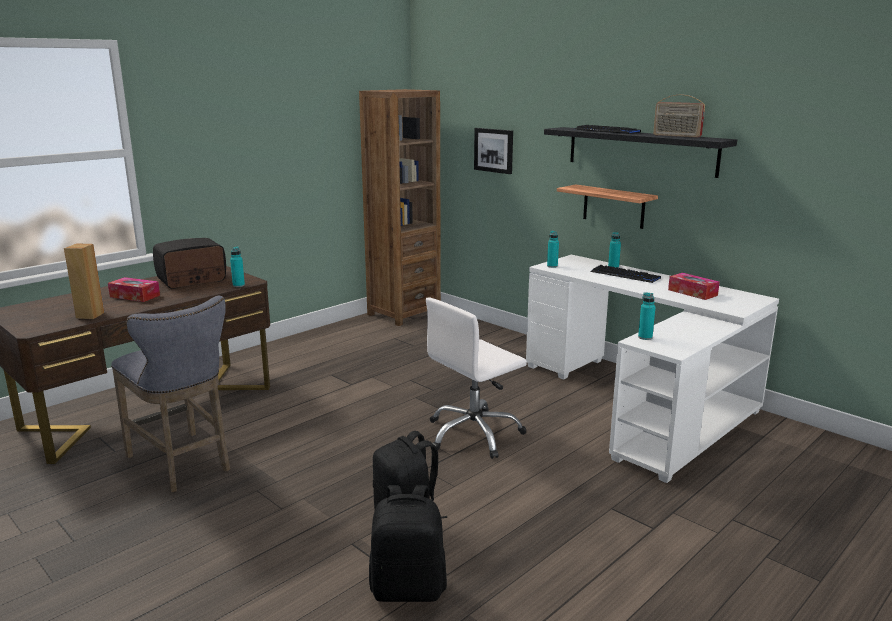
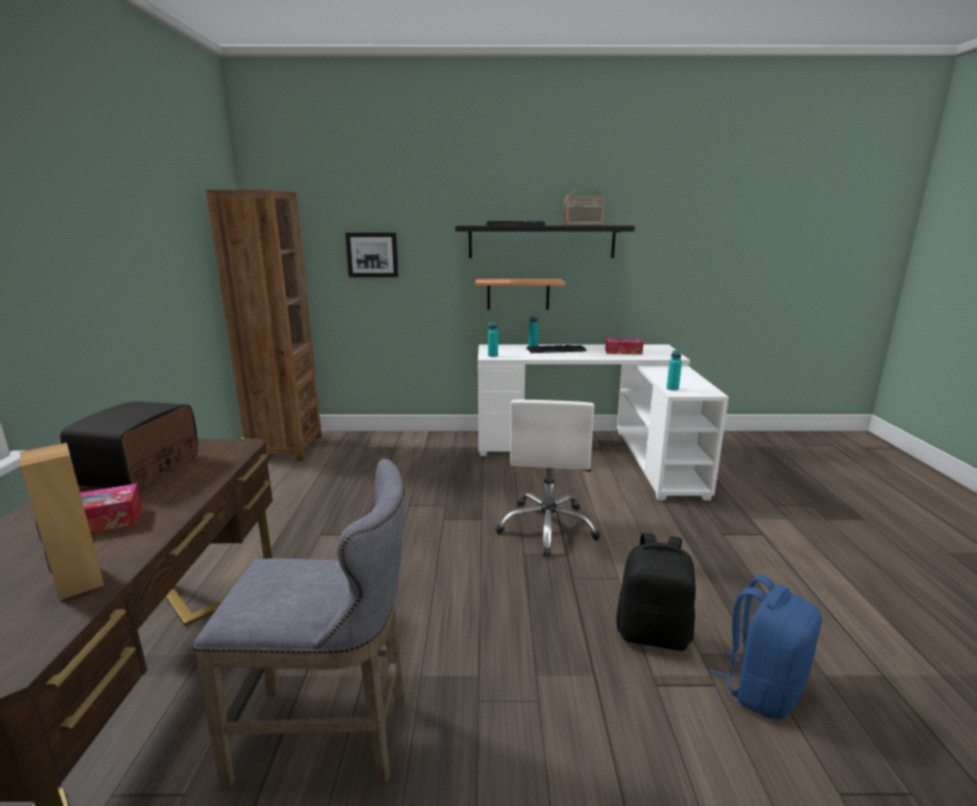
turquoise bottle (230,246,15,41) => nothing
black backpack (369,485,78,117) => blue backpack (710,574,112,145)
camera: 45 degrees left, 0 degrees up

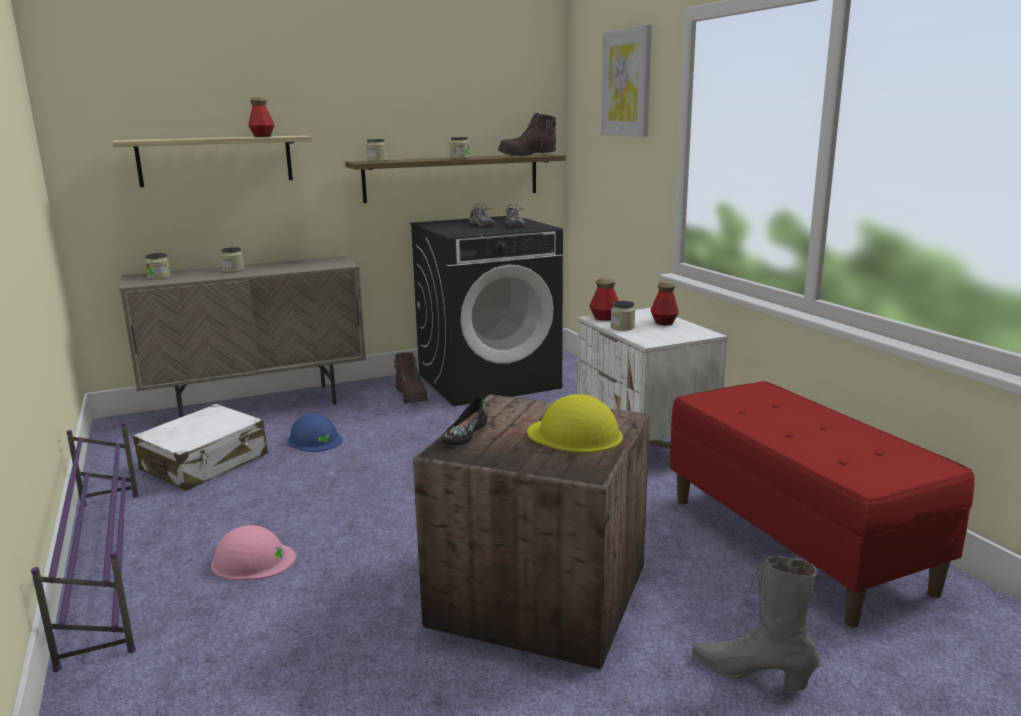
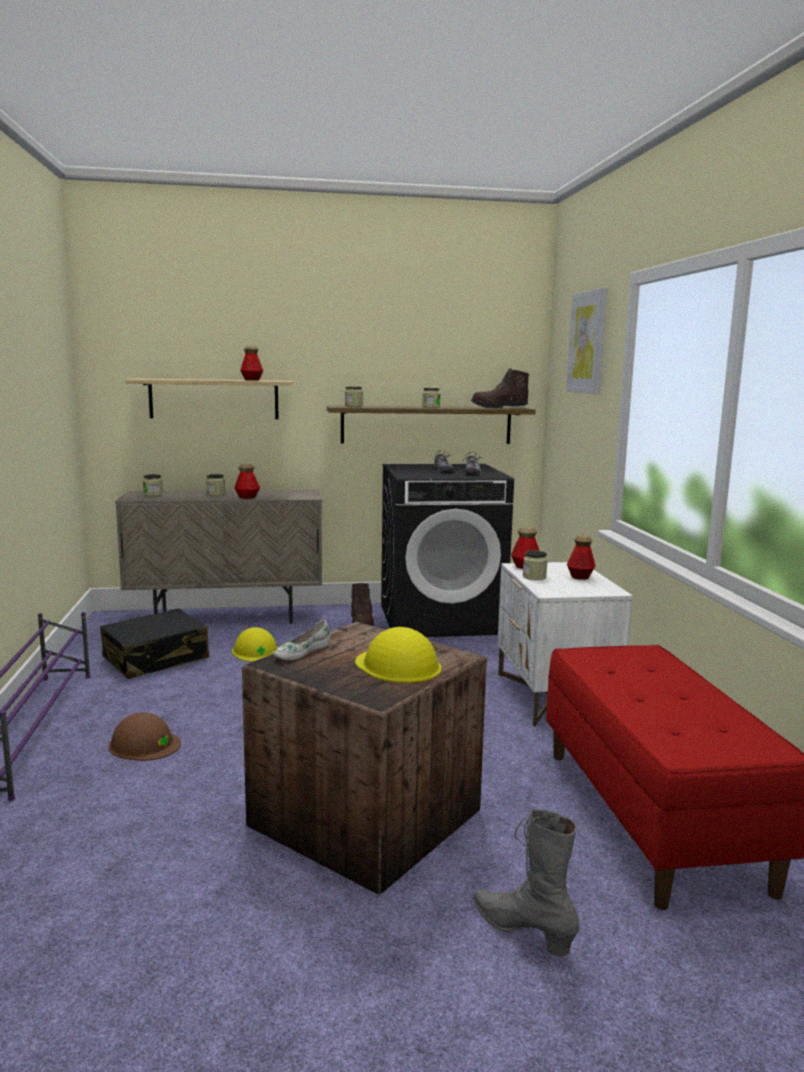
nothing => bottle (234,464,26,35)
white suitcase (133,404,135,87) => black suitcase (100,608,109,71)
pink hard hat (211,525,85,55) => brown hard hat (108,712,73,49)
blue hard hat (288,413,55,39) => yellow hard hat (232,627,46,35)
black shoe (442,397,45,48) => white shoe (273,620,57,40)
camera: 15 degrees right, 5 degrees down

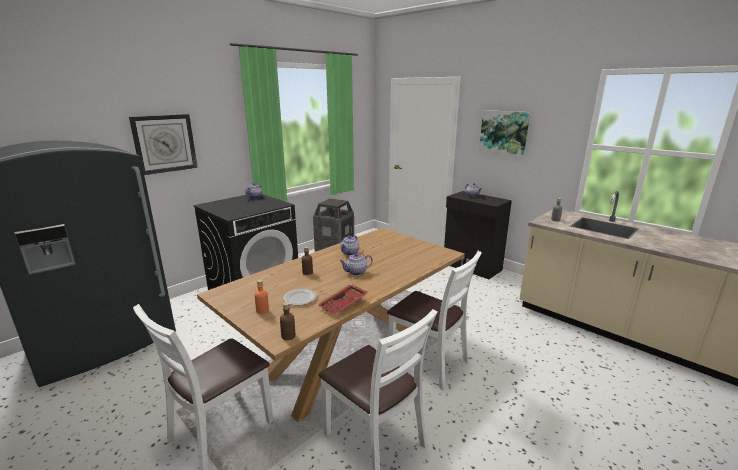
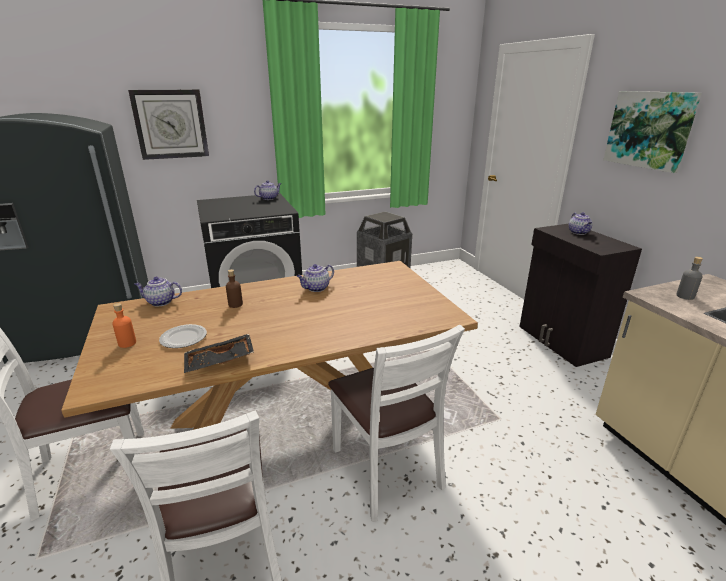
brown bottle (280,302,15,38) => nothing
teapot (340,253,33,22) => teapot (134,277,48,29), move
red tray (317,284,52,30) => black tray (184,334,70,39)
camera: 25 degrees right, 5 degrees up

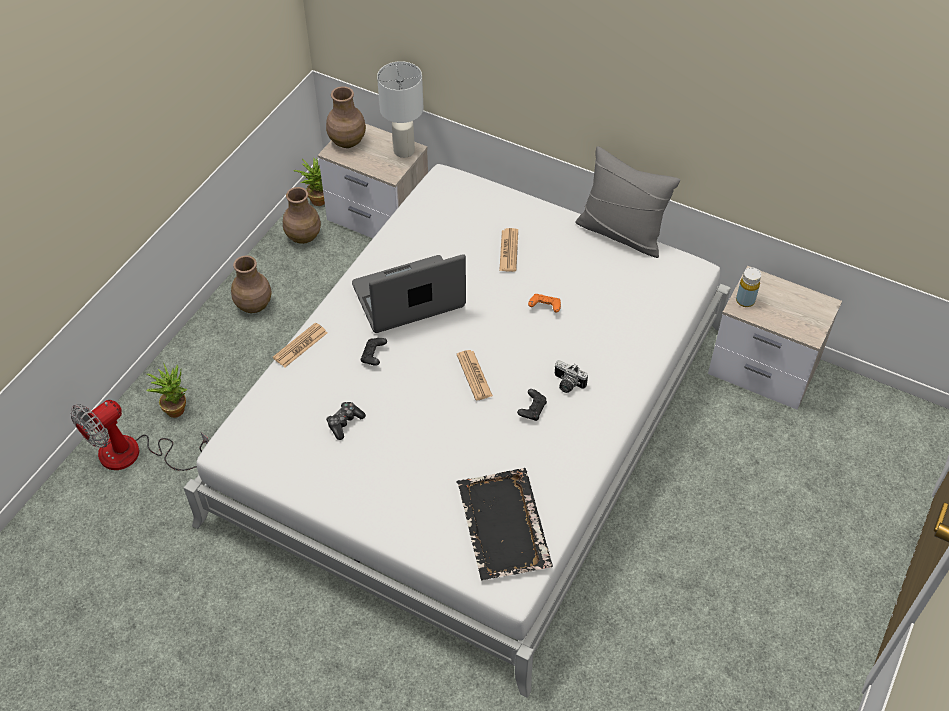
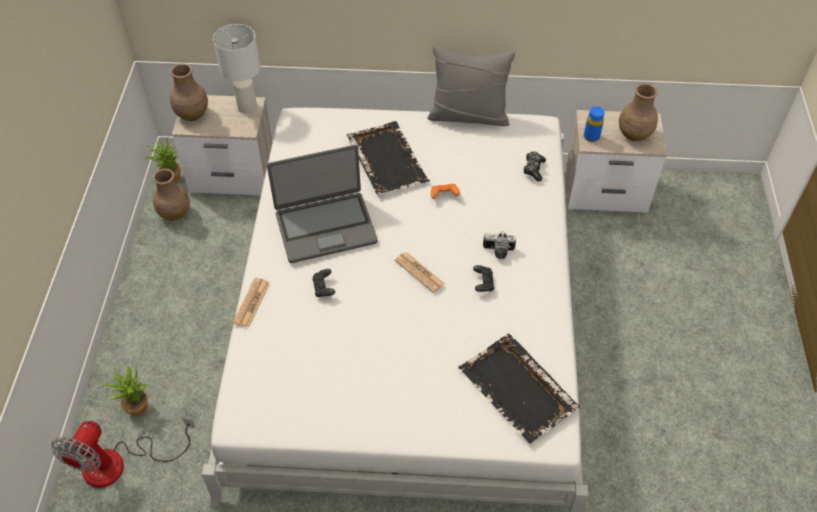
brown vase (231,256,40,57) => brown vase (619,83,39,58), move
game controller (326,402,40,38) => game controller (523,151,23,30), move
newspaper (499,228,19,44) => black tray (346,121,84,74)
yellow bottle (736,267,25,40) => blue bottle (584,106,21,36)
laptop (352,254,114,79) => laptop (267,145,111,118), 150 degrees counterclockwise
camera: 25 degrees left, 0 degrees up

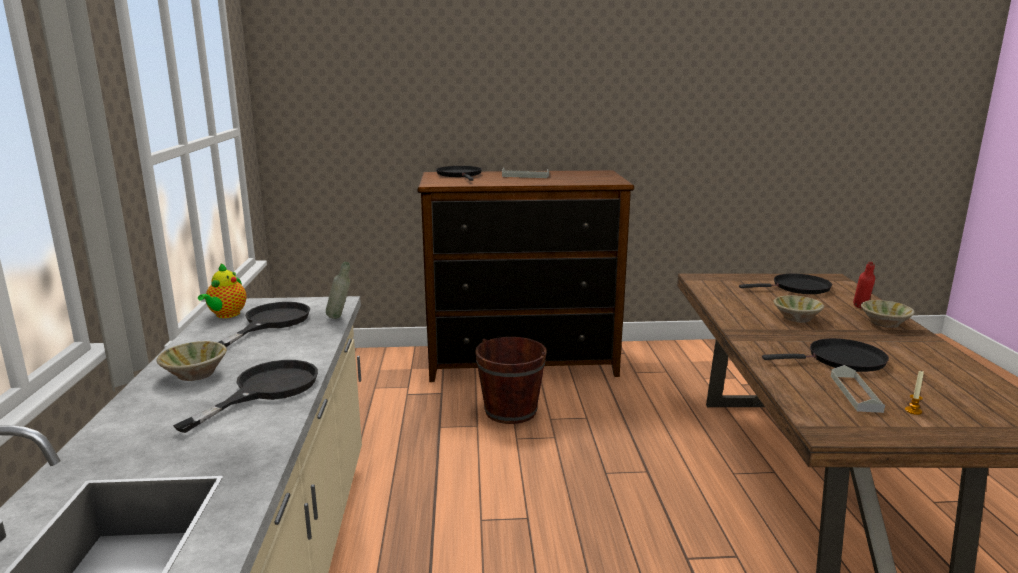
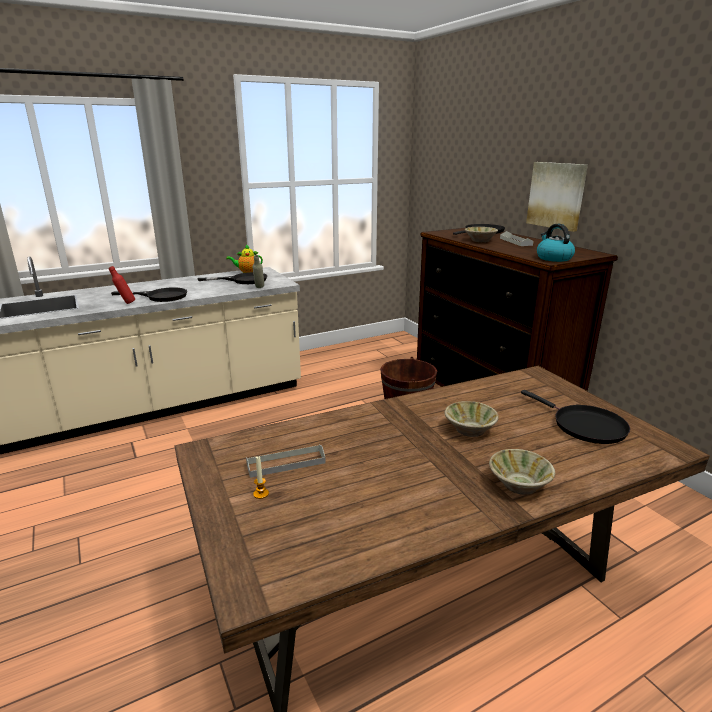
black frying pan (762,338,127,34) => nothing
nothing => picture (526,162,62,70)
nothing => kettle (537,224,38,38)
beige bowl (157,341,70,40) => beige bowl (465,227,33,15), move
red bottle (853,262,22,46) => red bottle (109,266,26,38), move
camera: 65 degrees right, 5 degrees up

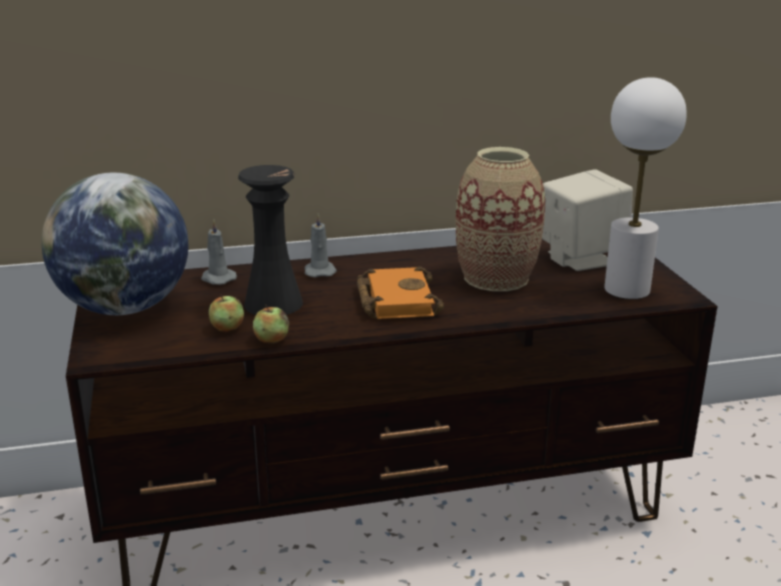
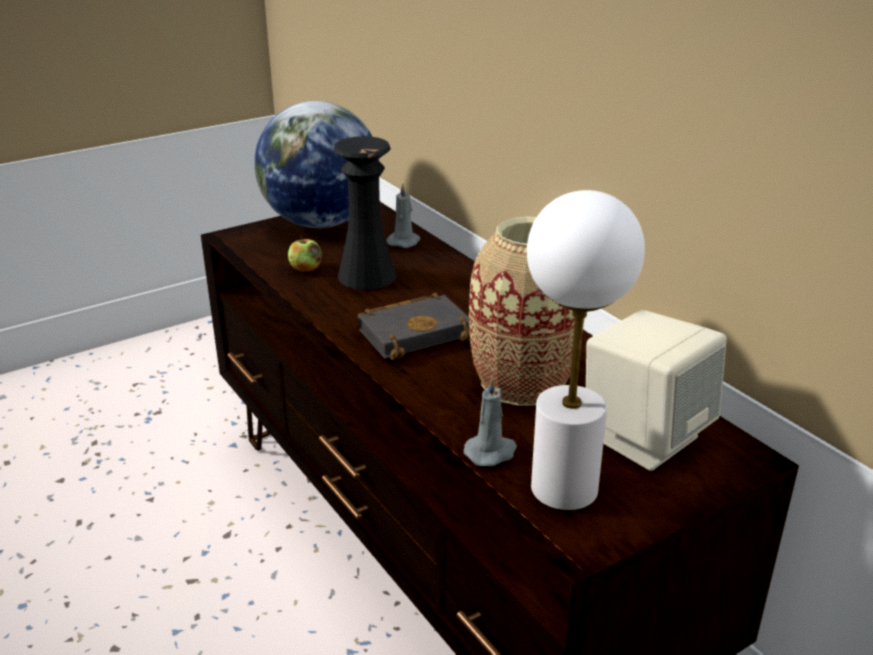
apple (253,304,36,39) => nothing
grey candle (304,213,33,64) => grey candle (464,375,53,91), move
orange book (357,266,87,53) => black book (358,292,112,68)
camera: 70 degrees right, 5 degrees up

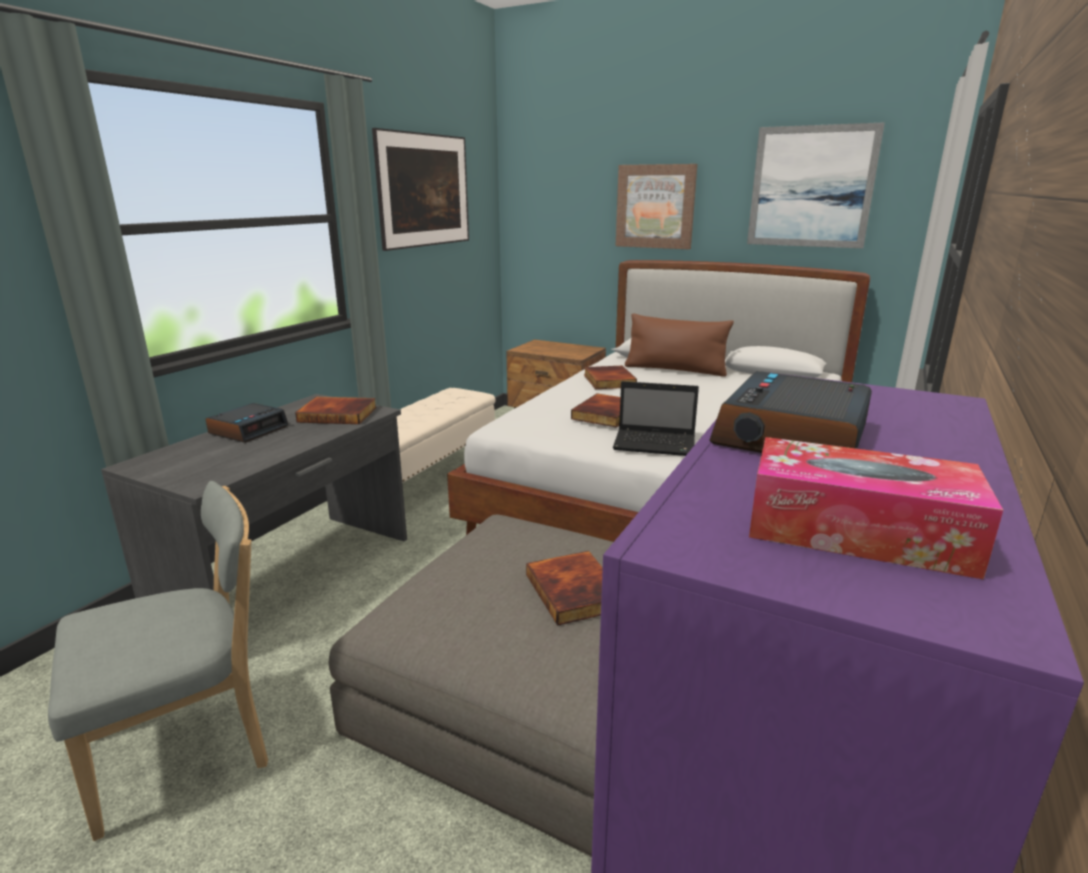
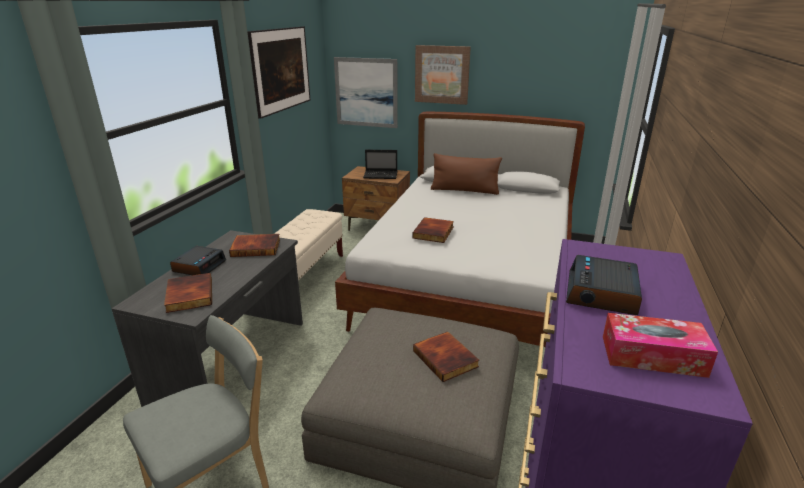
book (584,365,53,24) => book (164,273,48,40), move
laptop (613,381,86,75) => laptop (363,150,34,29), move
picture (747,123,138,125) => picture (334,57,64,71), move
camera: 10 degrees left, 5 degrees up

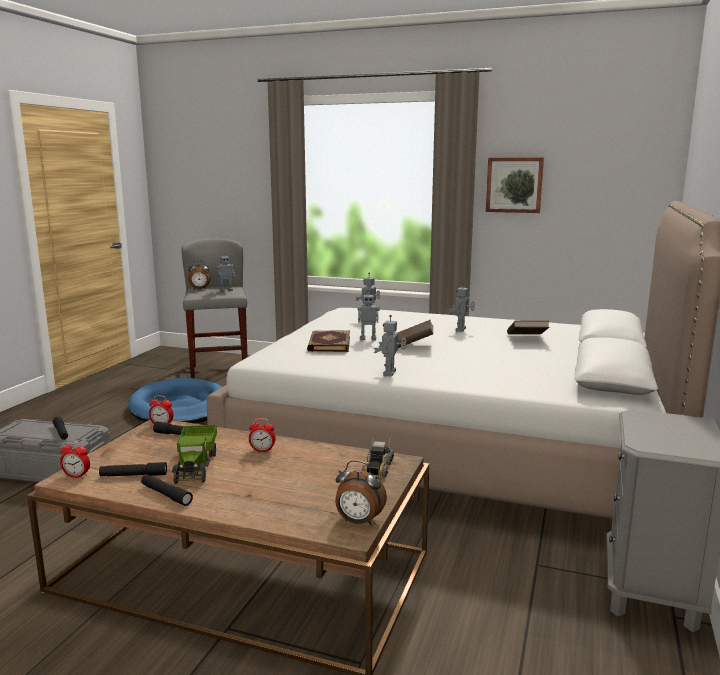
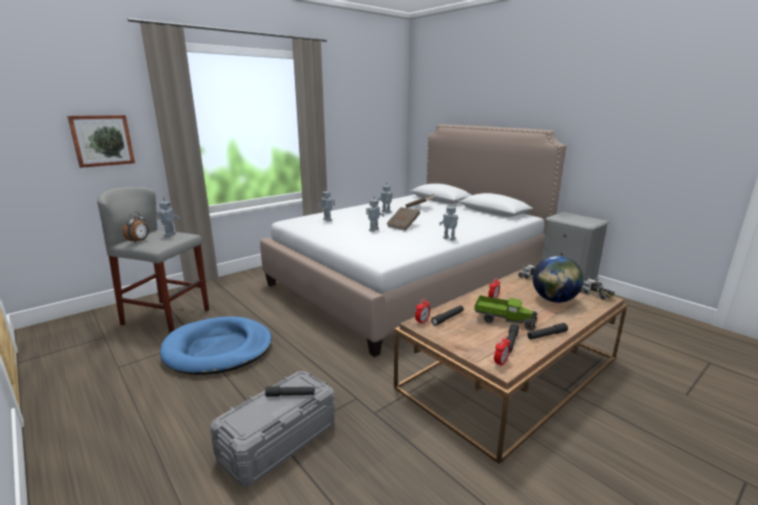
book (307,330,43,22) => nothing
nothing => globe (533,256,51,47)
picture (486,158,58,55) => picture (67,115,68,53), move
alarm clock (335,460,52,65) => toy truck (580,277,35,23)
camera: 60 degrees left, 5 degrees up

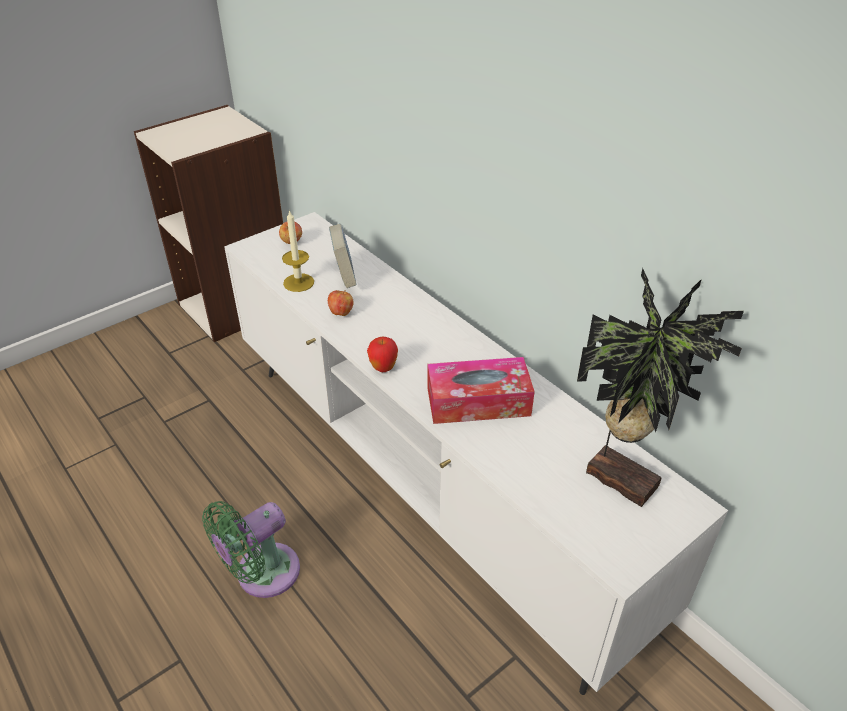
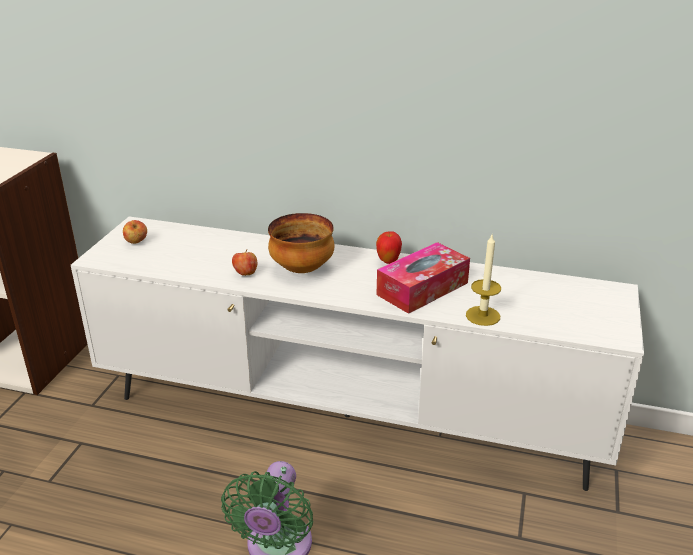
book (329,224,28,64) => nothing
potted plant (577,268,167,239) => nothing
nothing => bowl (268,213,67,60)
candle (282,210,32,82) => candle (466,235,35,91), move
apple (367,337,31,35) => apple (376,231,26,33), move
camera: 35 degrees left, 10 degrees down

